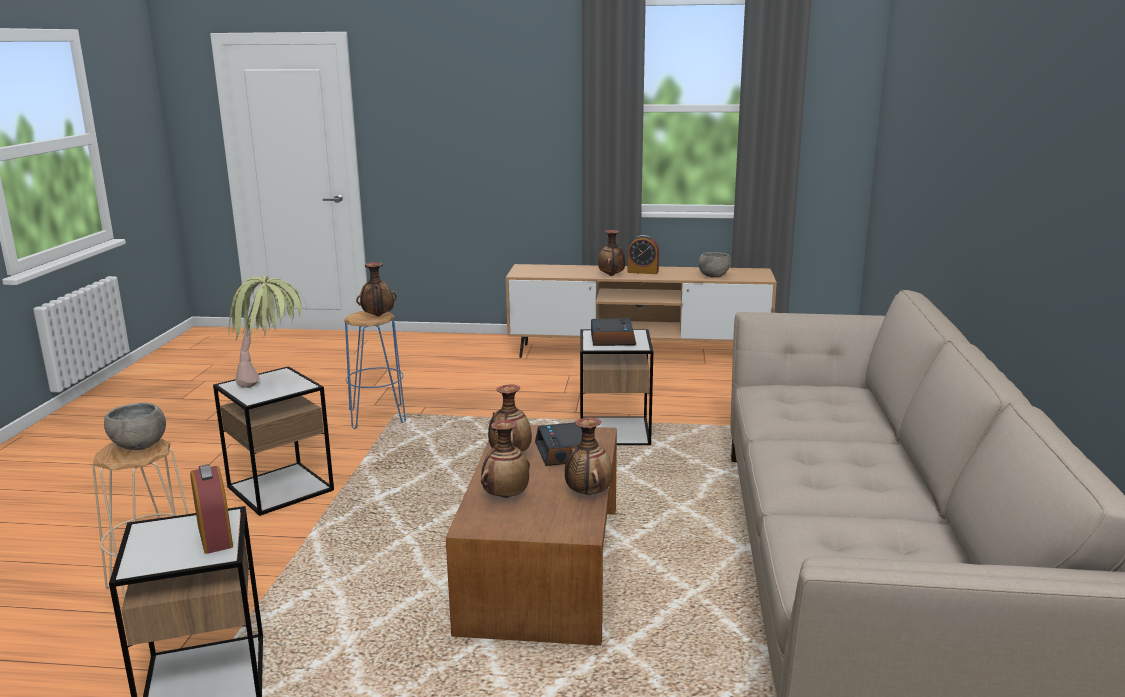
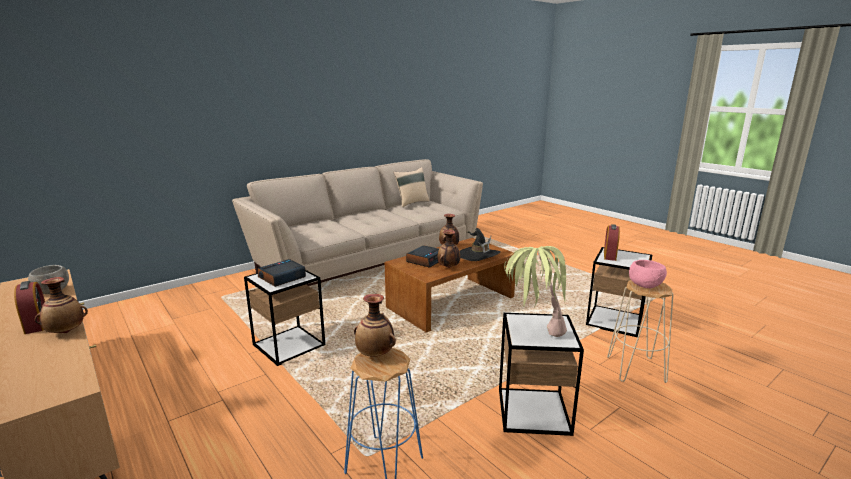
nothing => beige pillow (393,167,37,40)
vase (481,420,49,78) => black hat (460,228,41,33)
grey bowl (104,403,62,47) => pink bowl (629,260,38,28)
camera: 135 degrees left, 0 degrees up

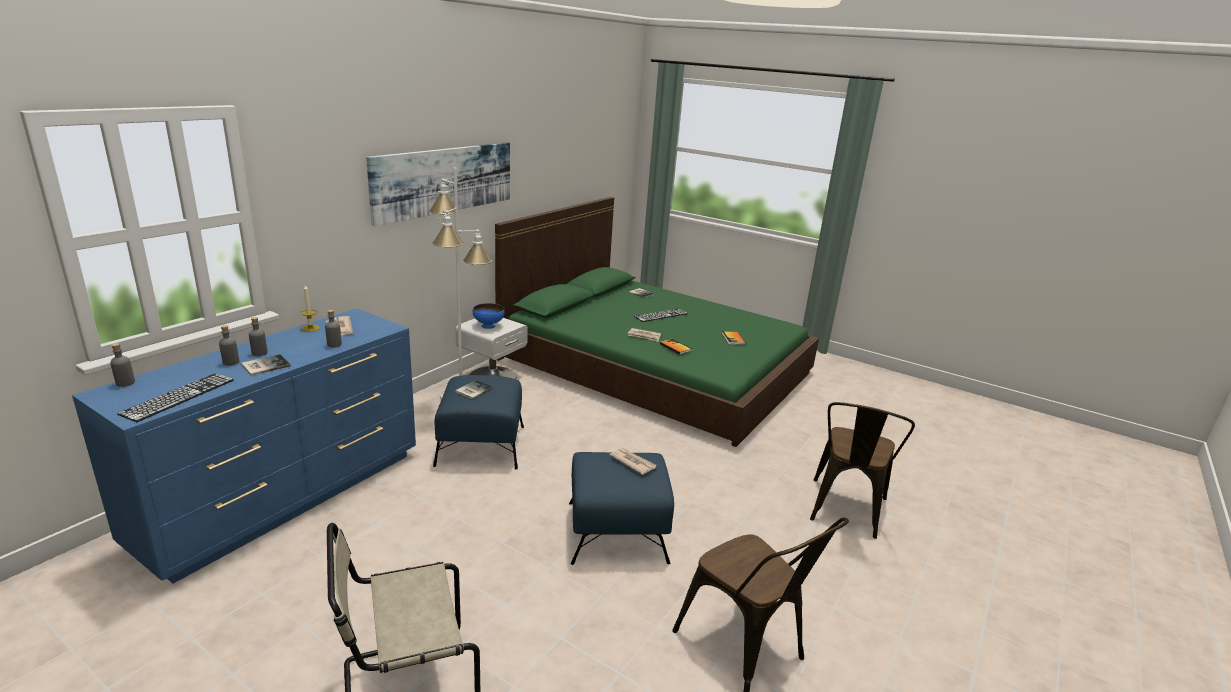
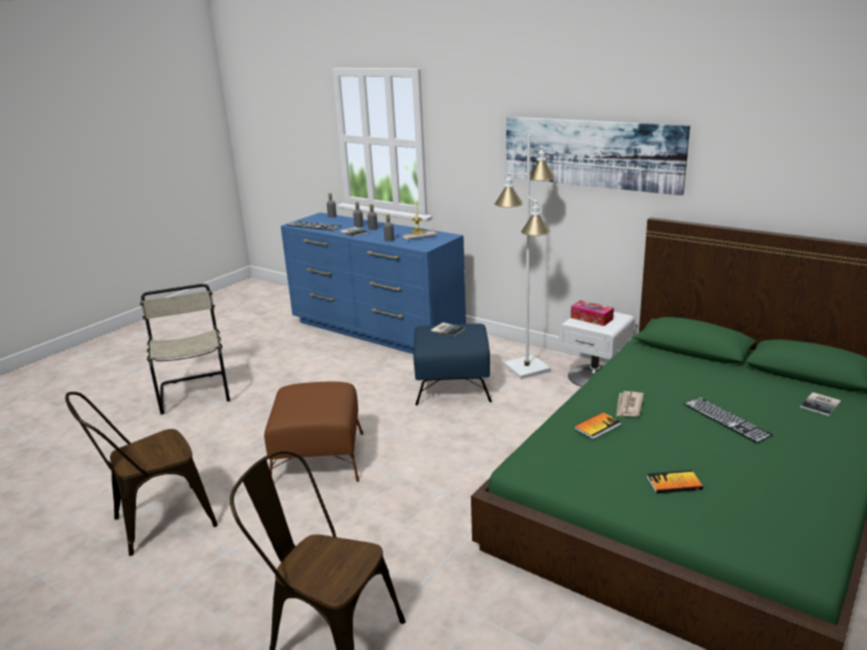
newspaper (610,448,47,27) => nothing
blue bowl (473,303,32,26) => tissue box (571,300,43,26)
blue ottoman (569,452,105,113) => brown ottoman (264,382,99,100)
camera: 95 degrees right, 0 degrees up

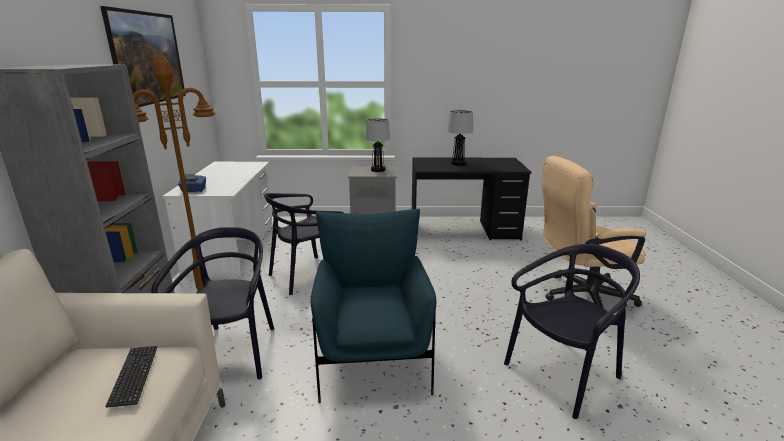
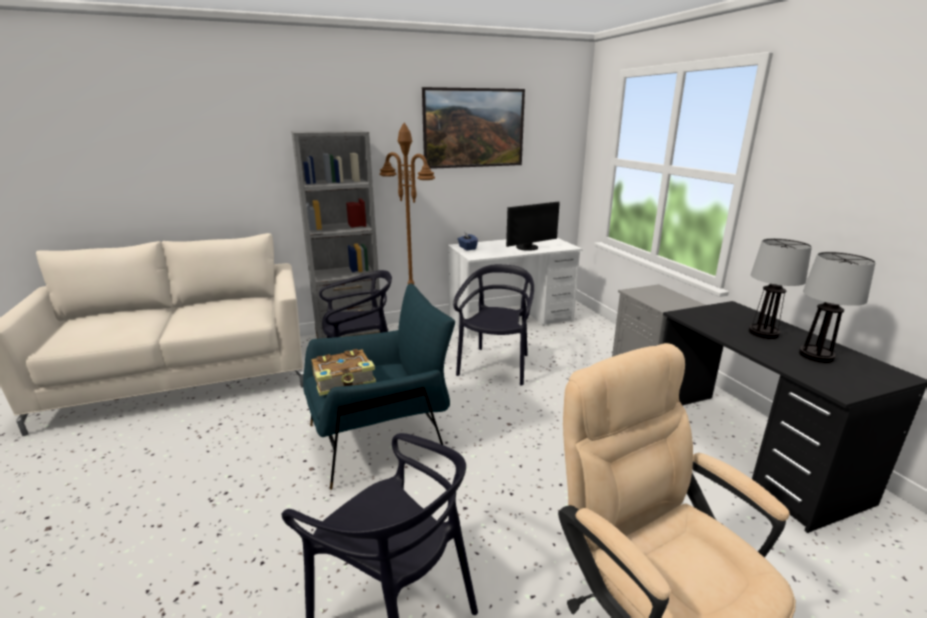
keyboard (105,346,52,62) => nothing
nothing => book (311,349,65,47)
nothing => monitor (506,201,54,50)
table lamp (365,118,25,54) => table lamp (799,252,77,111), move
black chair (264,193,79,102) => black chair (453,264,81,122), 75 degrees clockwise
camera: 70 degrees right, 0 degrees up

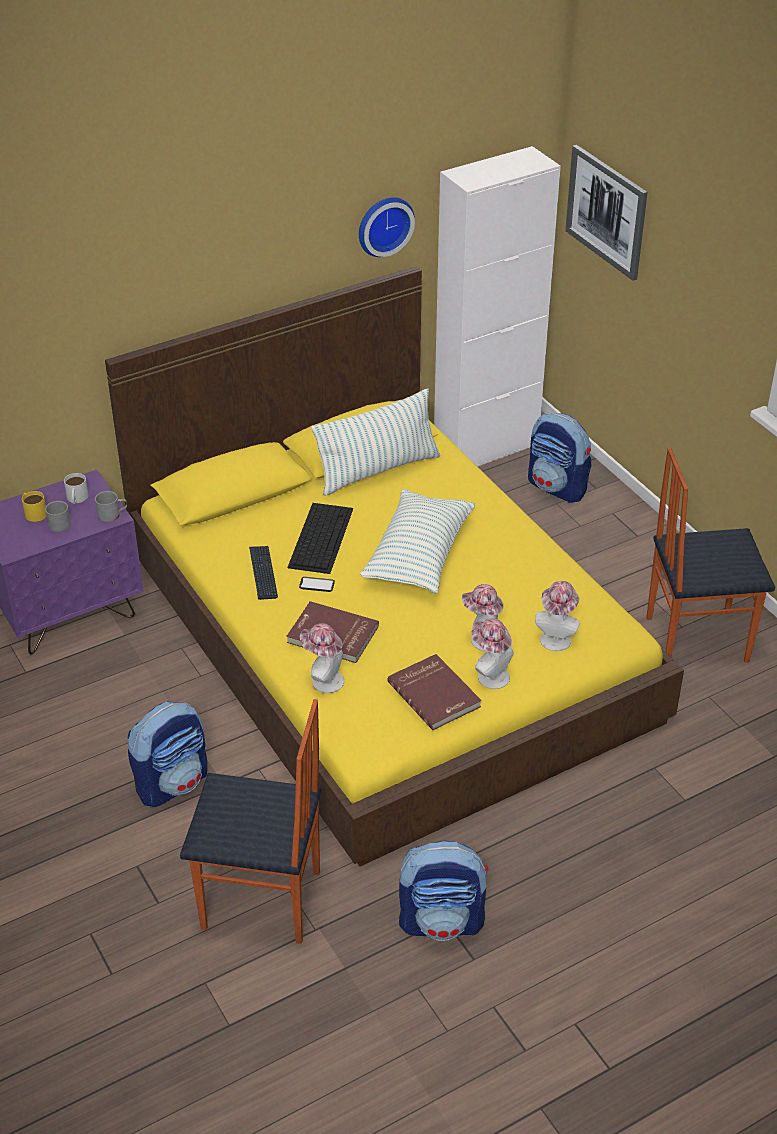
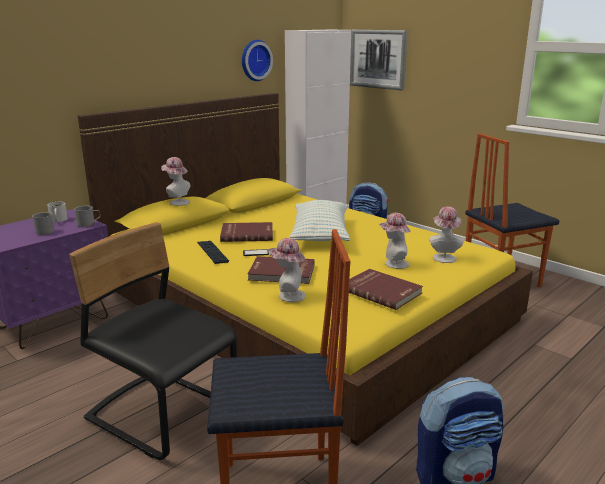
yellow mug (22,491,25,31) => nothing
pillow (311,388,129,108) => nothing
hat (471,619,43,70) => hat (161,157,29,49), move
backpack (128,701,79,106) => black chair (69,222,168,238)
keyboard (287,503,66,71) => red book (220,222,53,20)
camera: 15 degrees left, 20 degrees down

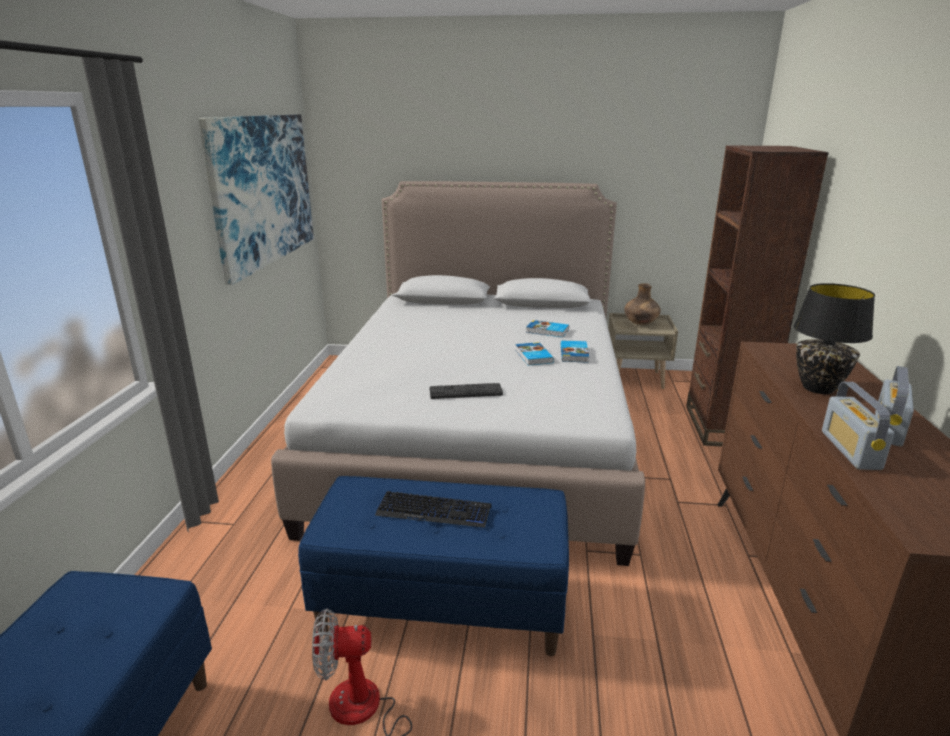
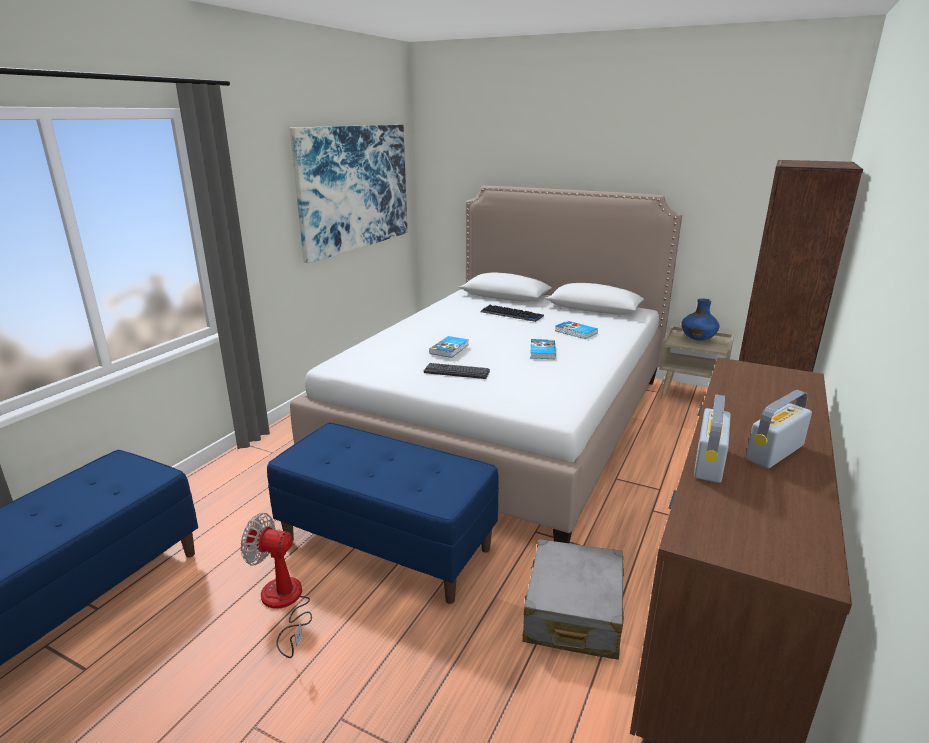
black table lamp (793,283,82,111) => nothing
nothing => grey suitcase (523,539,101,121)
keyboard (375,491,116,37) => keyboard (480,305,64,17), move
book (561,341,28,22) => book (429,336,40,22), move
brown vase (624,283,37,42) => blue vase (682,299,37,42)
camera: 20 degrees right, 0 degrees up

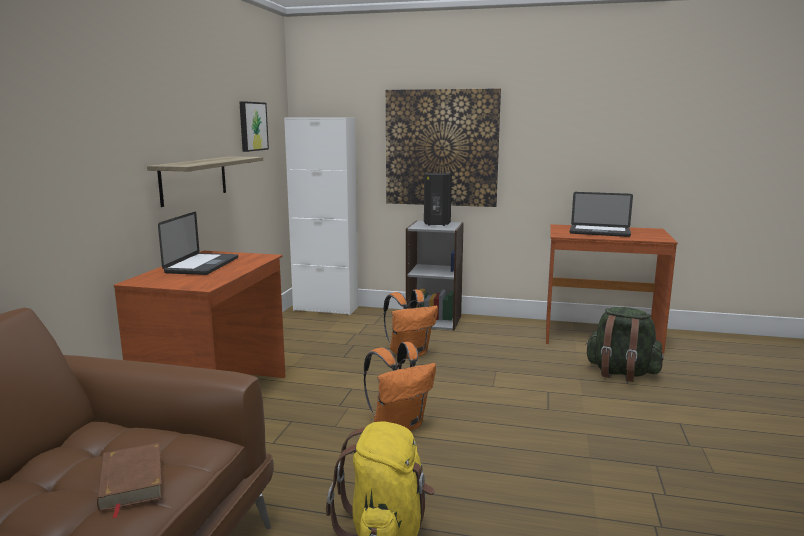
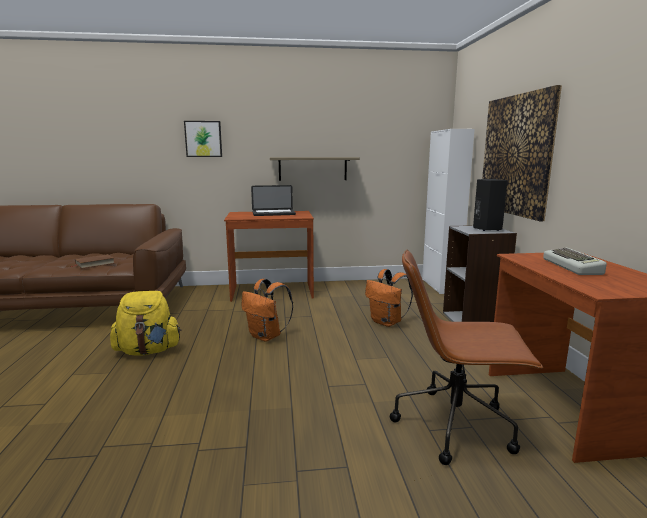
picture (239,101,30,51) => picture (184,121,38,36), move
laptop (570,192,63,45) => keyboard (543,248,64,27)
green backpack (585,307,79,75) => brown office chair (390,249,153,216)
camera: 70 degrees right, 0 degrees up

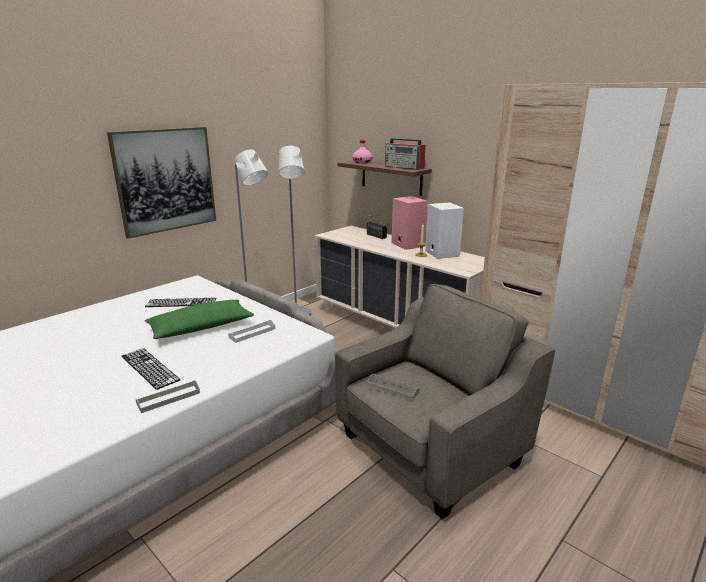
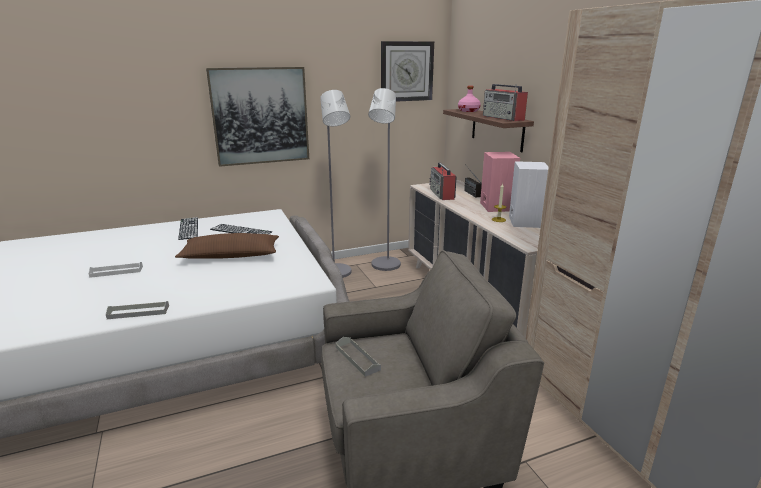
nothing => wall clock (381,41,53,61)
nothing => radio (429,163,28,37)
keyboard (122,348,58,42) => keyboard (178,217,20,23), move
white tray (228,320,47,23) => white tray (88,262,55,16), move
green pillow (145,300,109,39) => brown pillow (175,233,104,26)
camera: 25 degrees right, 0 degrees up

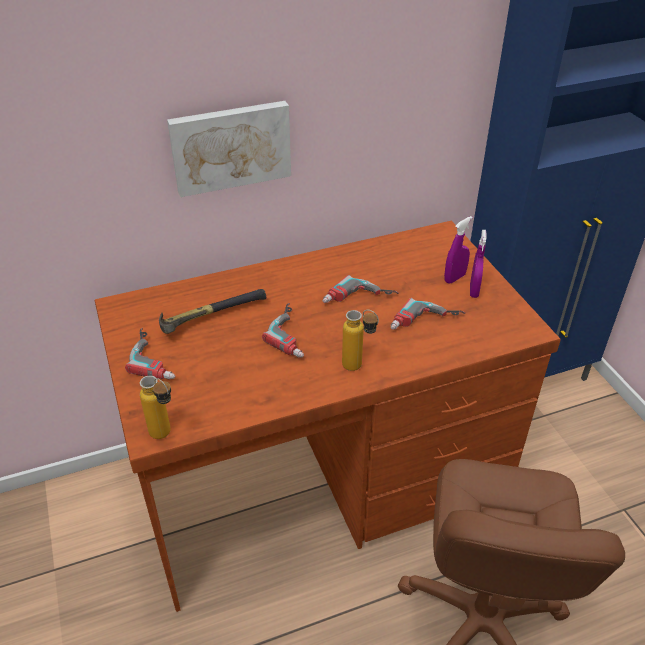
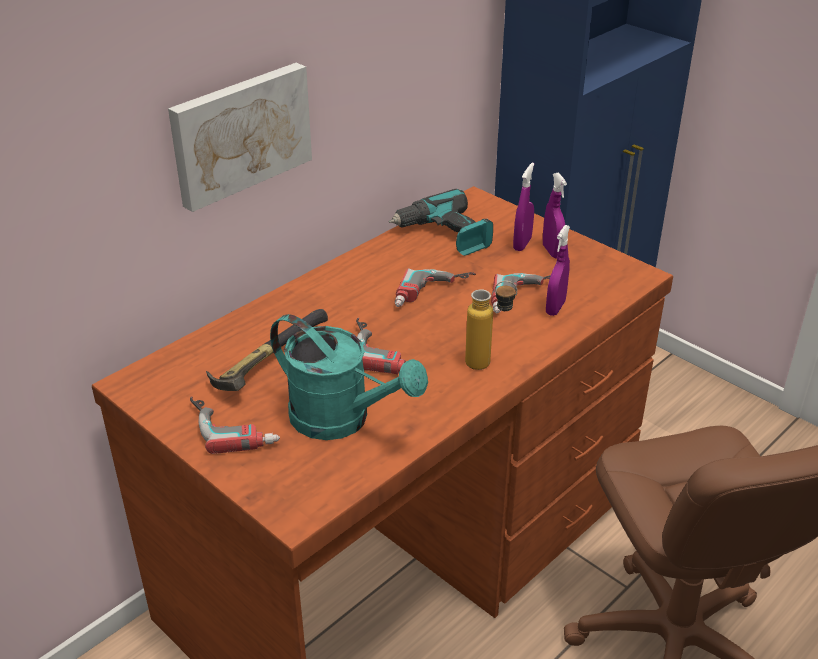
bottle (140,376,31,63) => nothing
nothing => turquoise watering can (270,314,158,126)
nothing => power drill (389,189,104,67)
nothing => purple spray bottle (546,225,24,91)
camera: 25 degrees left, 5 degrees down

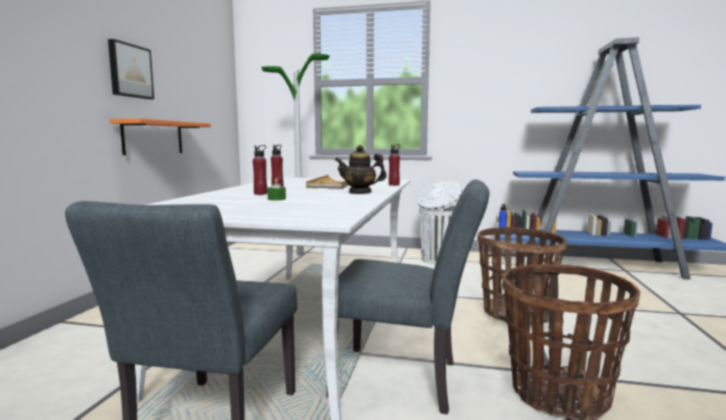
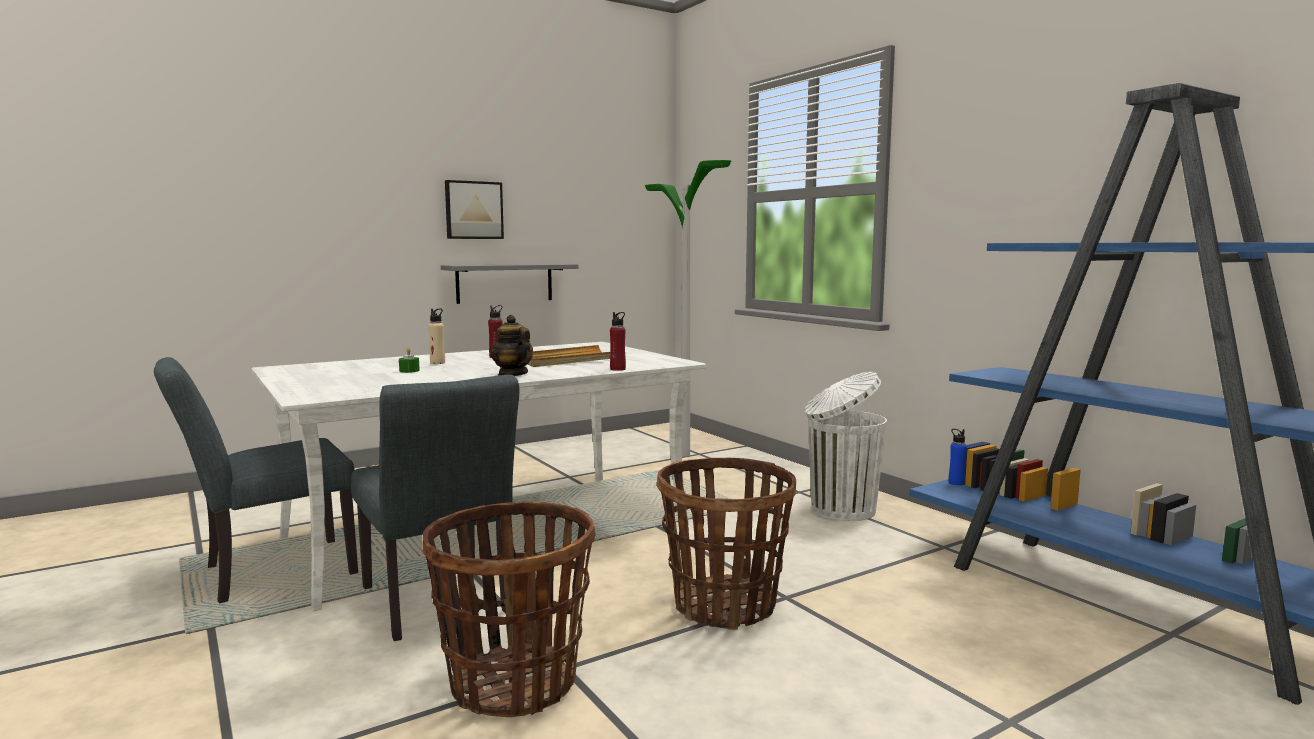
orange shelf (110,119,101,36) => grey shelf (441,264,138,40)
red bottle (253,145,14,50) => beige bottle (428,309,17,55)
camera: 45 degrees right, 0 degrees up

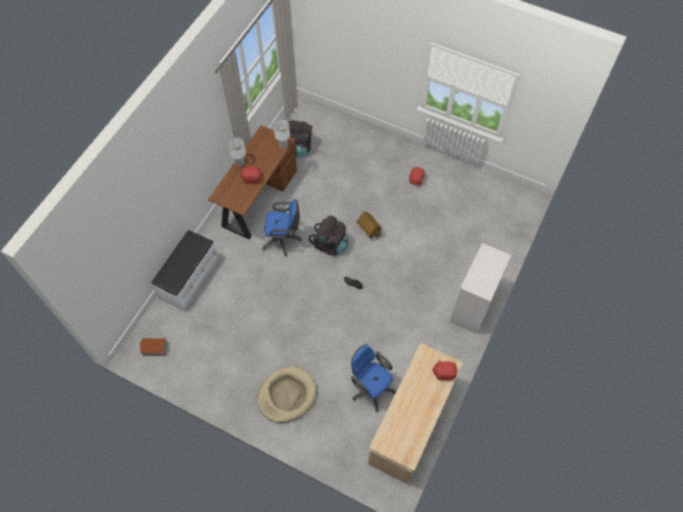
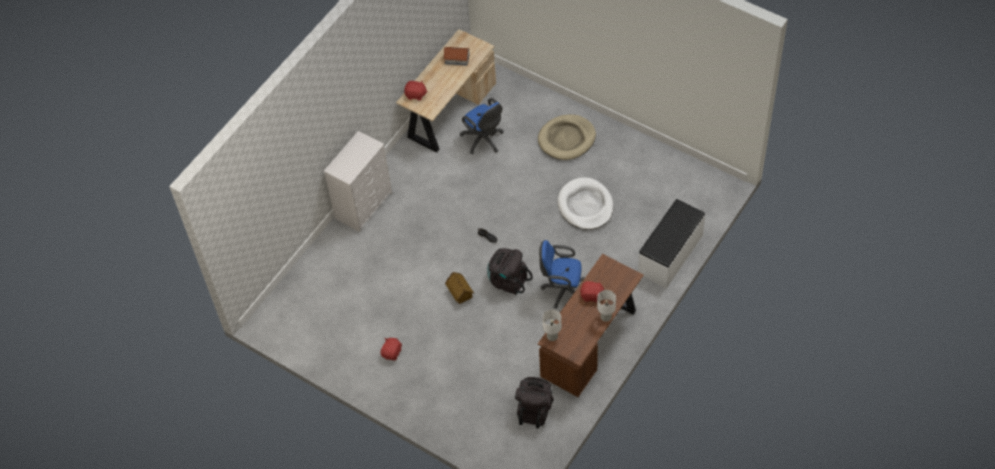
nothing => white dog bed (558,177,56,53)
toy house (140,338,27,18) => toy house (444,47,26,19), move
camera: 170 degrees left, 5 degrees down

